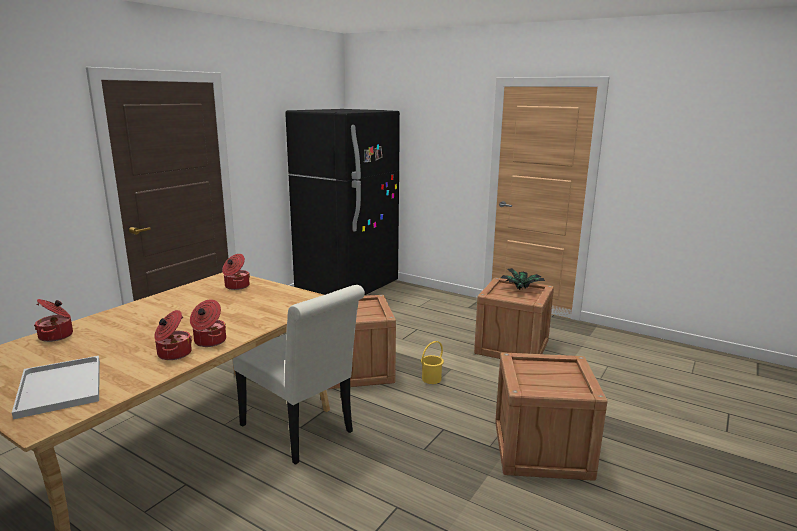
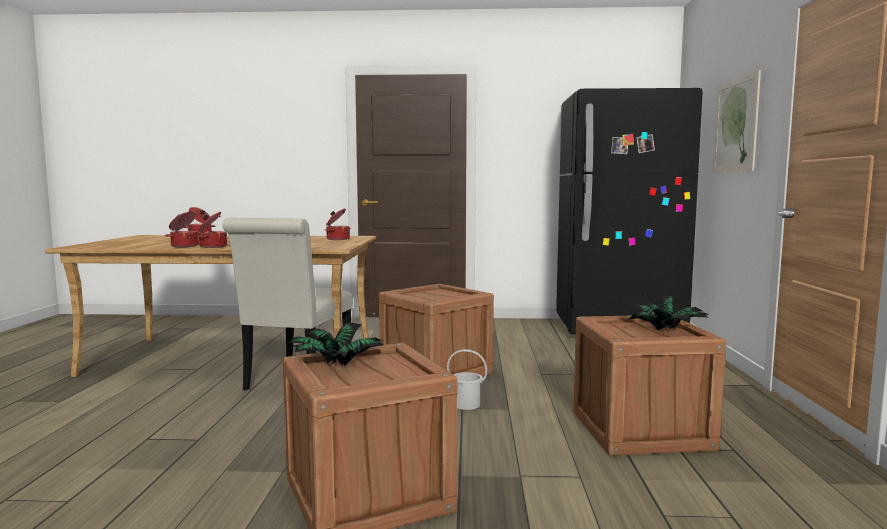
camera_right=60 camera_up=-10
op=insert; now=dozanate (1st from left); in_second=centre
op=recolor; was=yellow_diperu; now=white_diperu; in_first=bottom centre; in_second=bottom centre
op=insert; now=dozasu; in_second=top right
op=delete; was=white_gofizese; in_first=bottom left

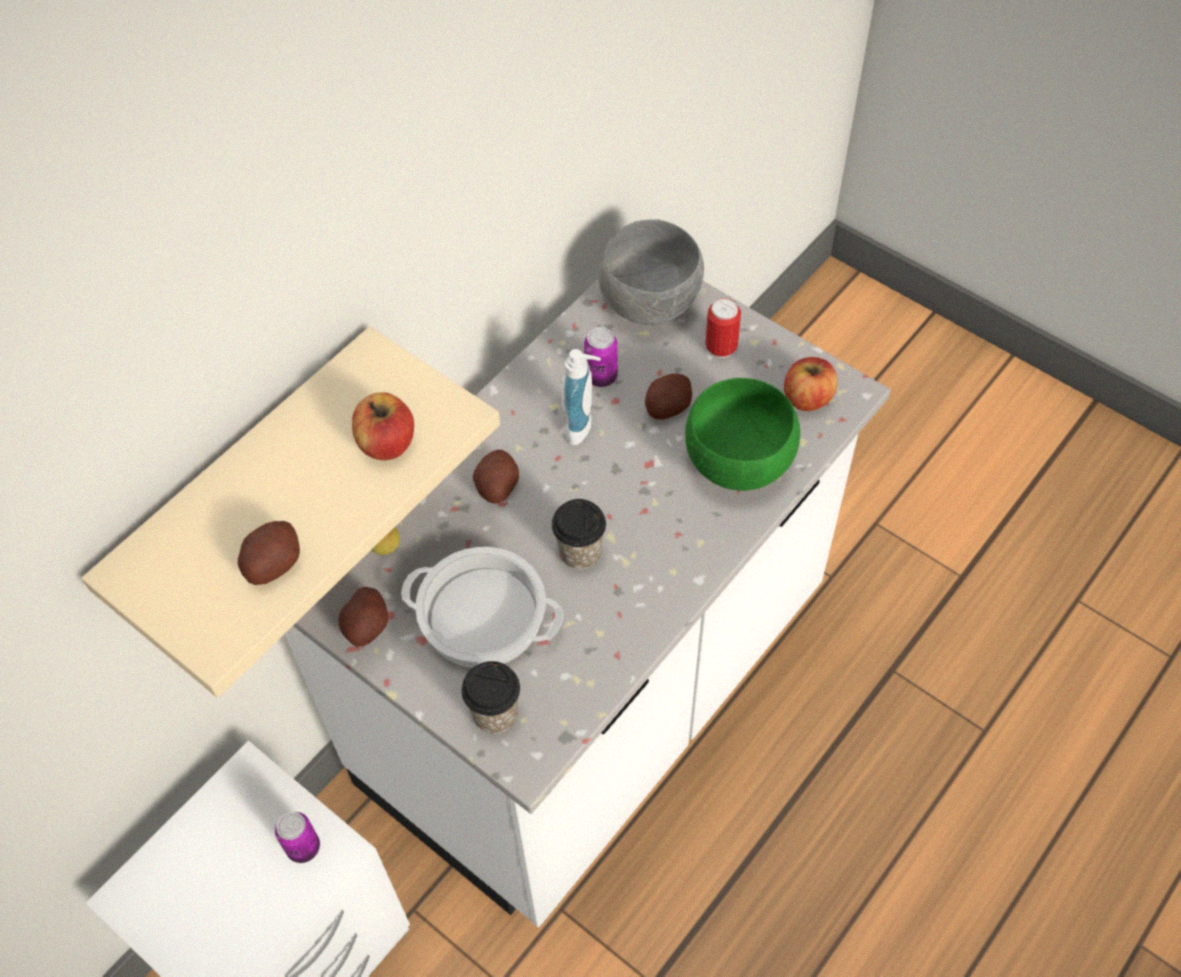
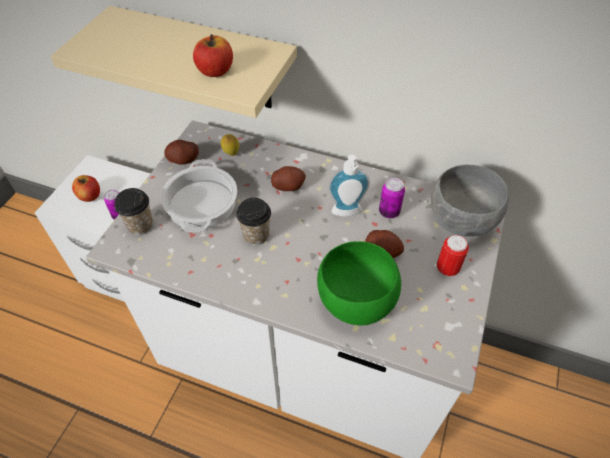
camera_right=70 camera_up=-5
op=move; was=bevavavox (2nd from left in the first image); now=bevavavox (1st from left); in_first=middle right; in_second=middle left
op=delete; was=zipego (1st from left); in_first=middle left

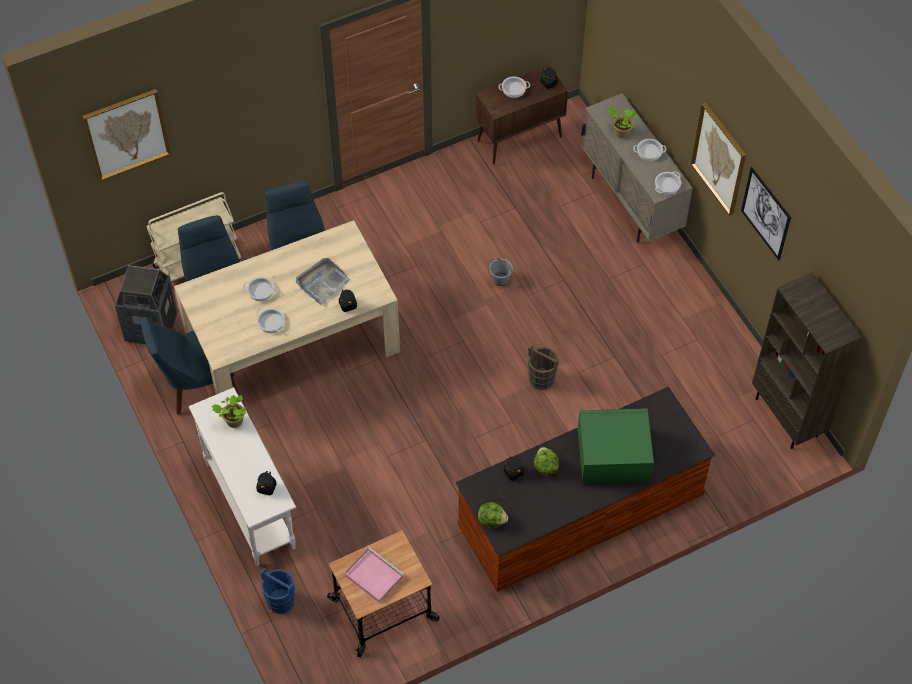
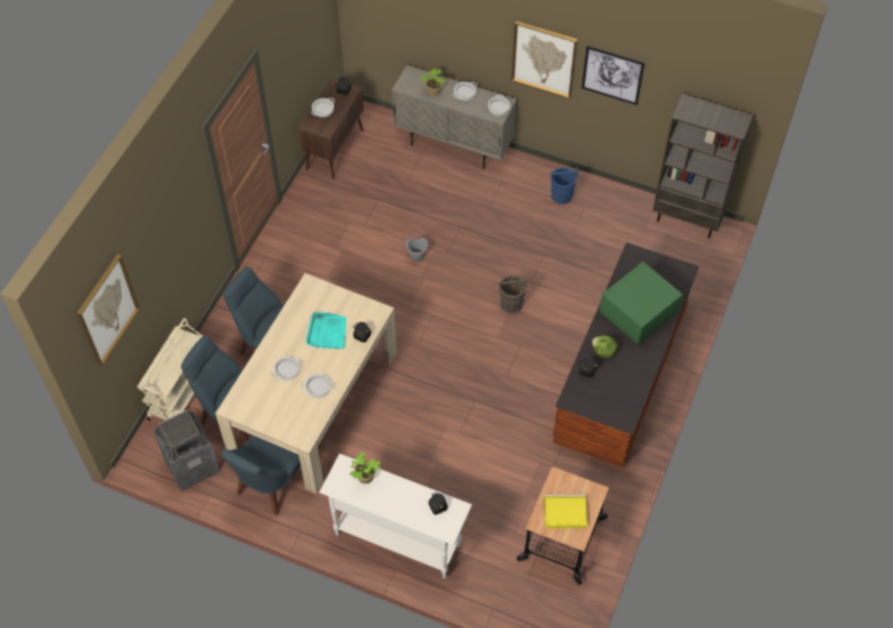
camera_right=-40 camera_up=0
op=recolor; was=grey_gofizese; now=turquoise_gofizese; in_first=centre; in_second=centre
op=recolor; was=pink_gofizese; now=yellow_gofizese; in_first=bottom centre; in_second=bottom centre
op=move; was=blue_diperu; in_first=bottom left; in_second=top centre
op=delete; was=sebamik (1st from left); in_first=bottom centre

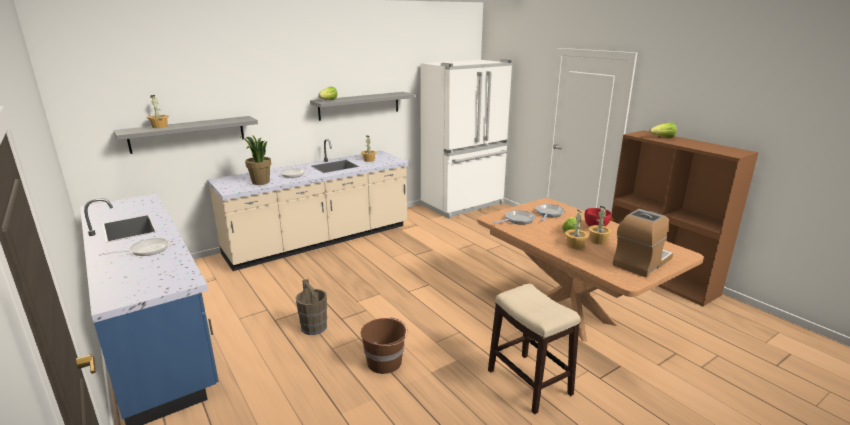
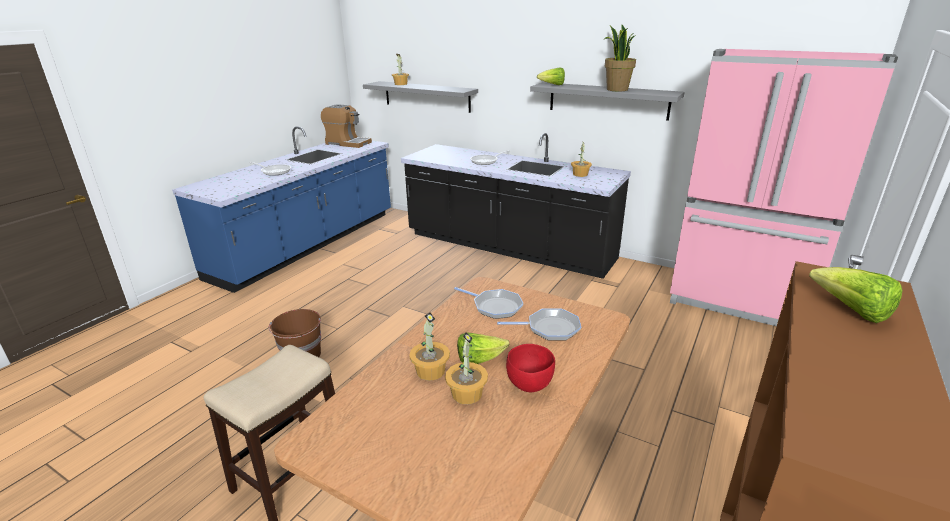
camera_right=65 camera_up=5
op=move; was=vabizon; in_first=middle right; in_second=top centre
op=recolor; was=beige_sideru; now=black_sideru; in_first=centre; in_second=centre
op=move; was=dozanate (2nd from left in the first image); now=dozanate (5th from left); in_first=middle left; in_second=top centre
op=recolor; was=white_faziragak; now=pink_faziragak; in_first=top centre; in_second=middle right
op=delete; was=brown_diperu (1st from left); in_first=bottom centre

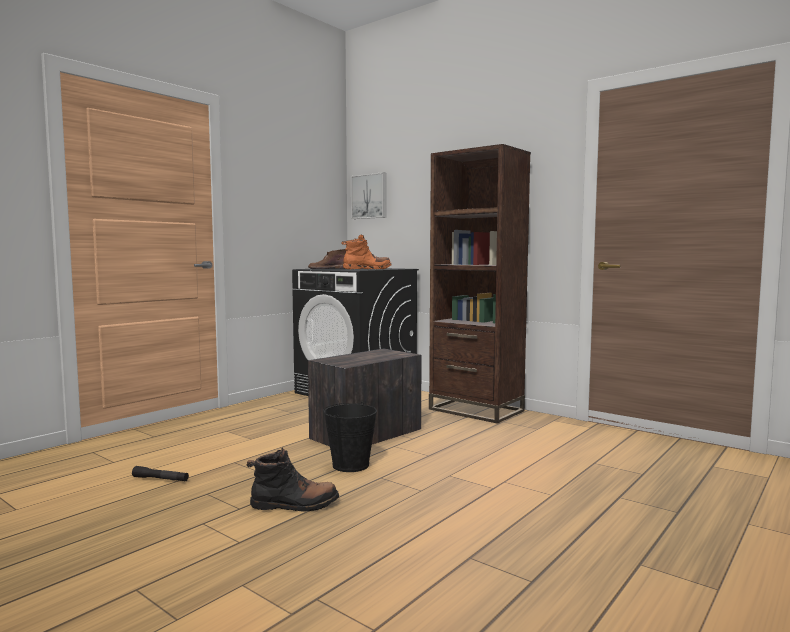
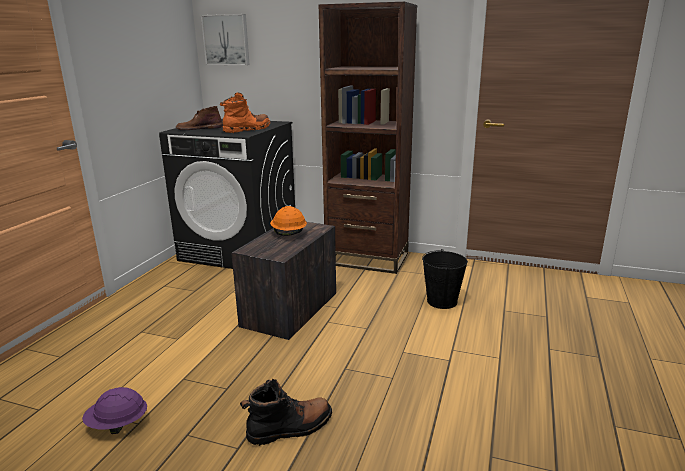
camera_right=-20 camera_up=15
op=replace; was=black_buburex; now=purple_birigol; in_first=bottom left; in_second=bottom left
op=insert; now=orange_birigol; in_second=centre
op=move; was=black_diperu; in_first=bottom centre; in_second=centre

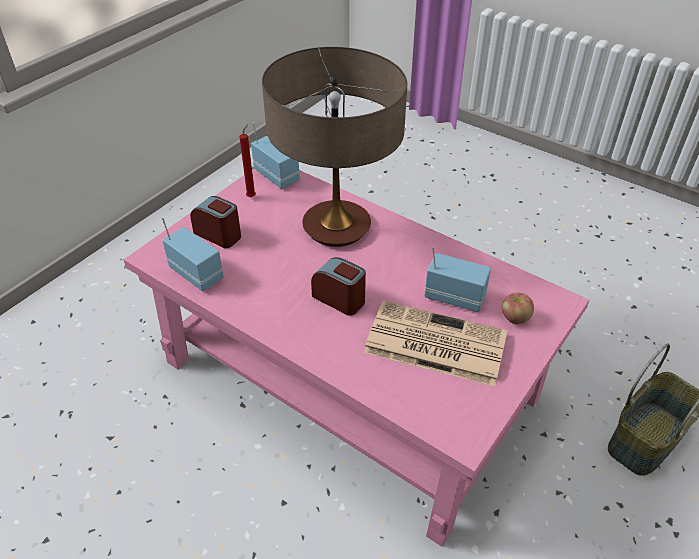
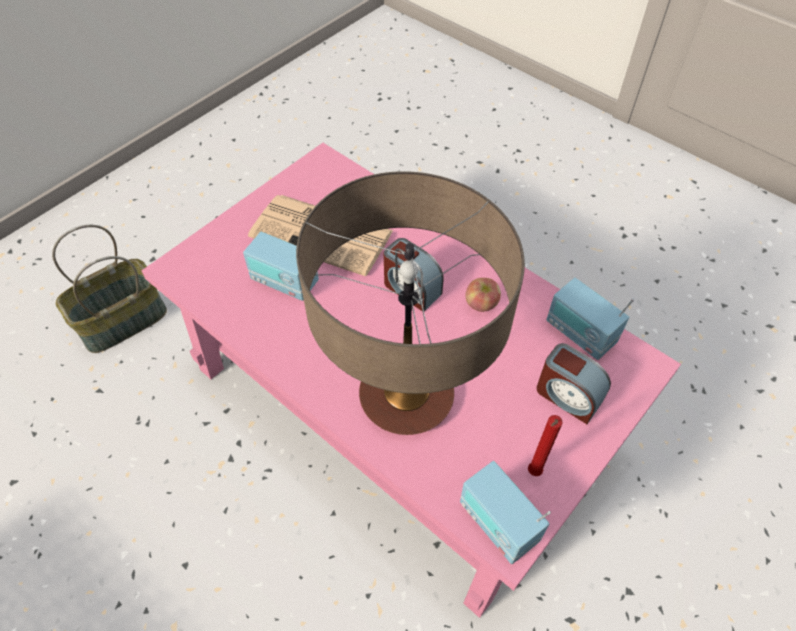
camera_right=-175 camera_up=10
op=move; was=bevavavox; in_first=middle right; in_second=centre

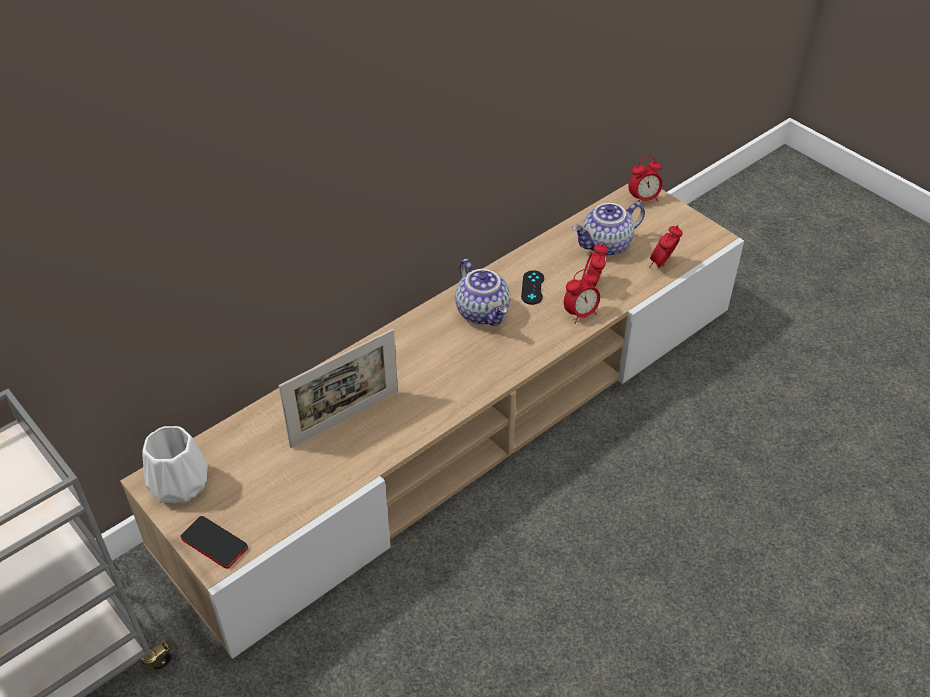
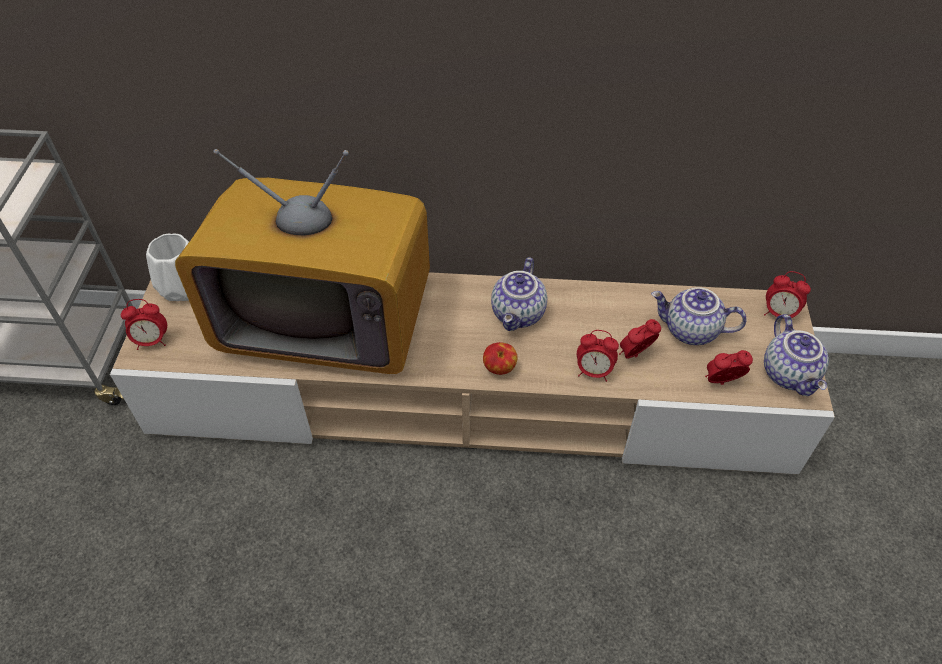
camera_right=45 camera_up=5
op=replace; was=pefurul; now=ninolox (1st from left); in_first=bottom left; in_second=middle left
op=replace; was=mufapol; now=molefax; in_first=centre; in_second=middle left
op=insert; now=bevavavox; in_second=centre
op=insert; now=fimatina (3rd from left); in_second=middle right
op=delete; was=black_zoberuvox; in_first=centre

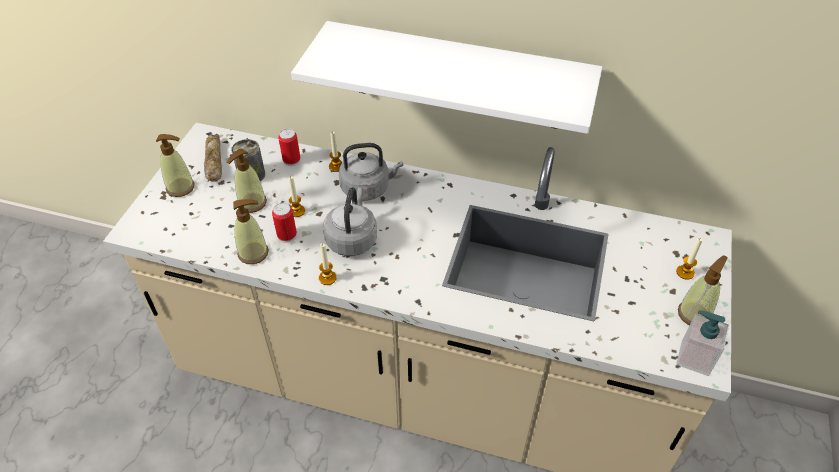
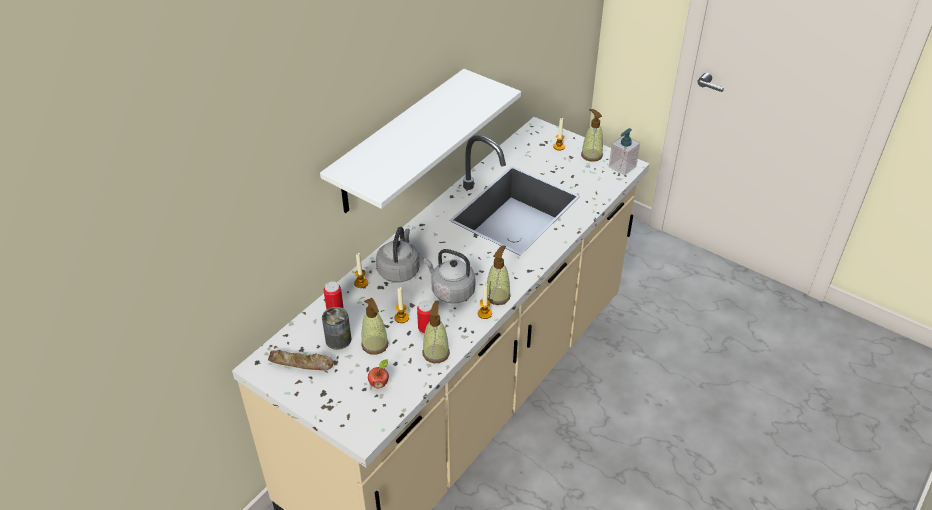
camera_right=-70 camera_up=-5
op=insert; now=bevavavox; in_second=bottom centre
op=move; was=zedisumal (1st from left in the first image); now=zedisumal (3rd from left); in_first=middle left; in_second=centre

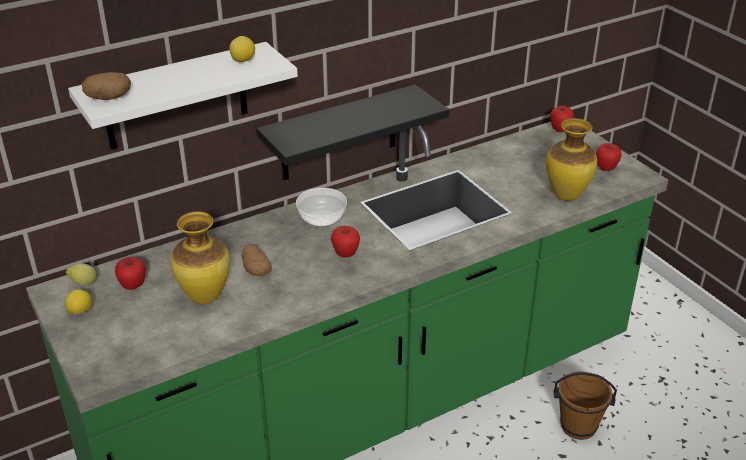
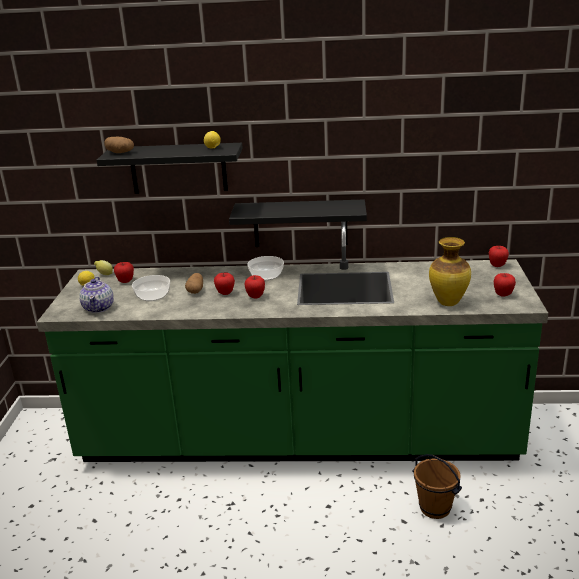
camera_right=35 camera_up=-10
op=insert; now=fimatina; in_second=middle left
op=recolor; was=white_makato; now=black_makato (1st from left); in_first=top left; in_second=top left
op=replace; was=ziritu (1st from left); now=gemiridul (1st from left); in_first=middle left; in_second=middle left
op=insert; now=bevavavox (2nd from left); in_second=centre

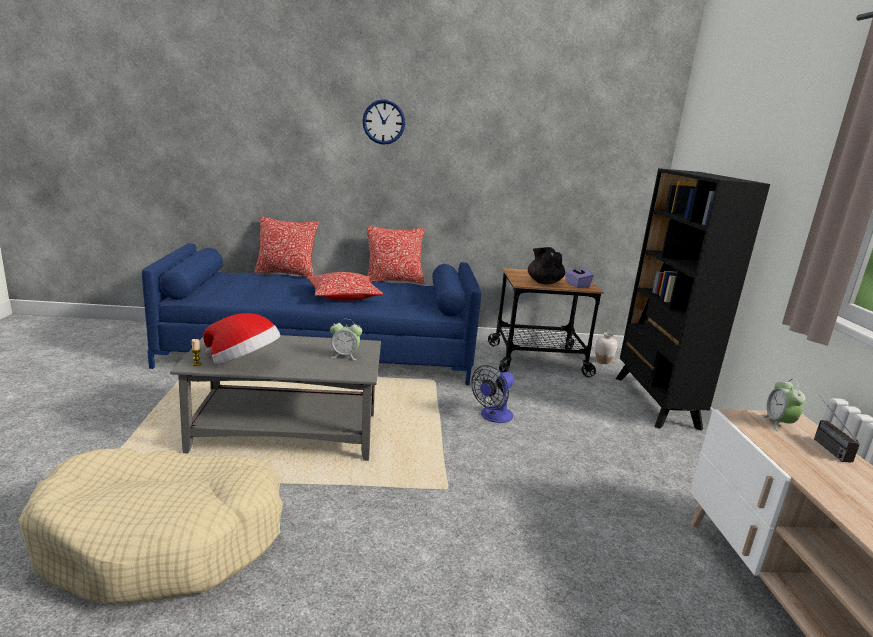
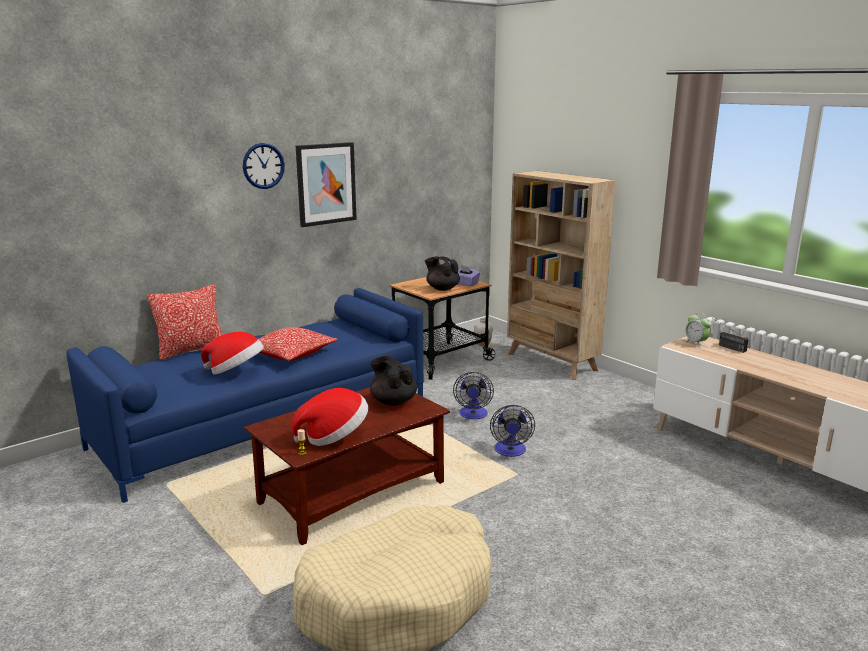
camera_right=-35 camera_up=0
op=insert; now=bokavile (1st from left); in_second=middle left
op=recolor; was=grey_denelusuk; now=brown_denelusuk; in_first=middle left; in_second=bottom centre
op=insert; now=dozasu; in_second=top centre
op=replace; was=ninolox (1st from left); now=black_fimatina (1st from left); in_first=centre; in_second=centre
op=insert; now=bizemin (2nd from left); in_second=centre
op=recolor; was=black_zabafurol; now=beige_zabafurol; in_first=middle right; in_second=centre
op=delete; was=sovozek (3rd from left); in_first=centre

